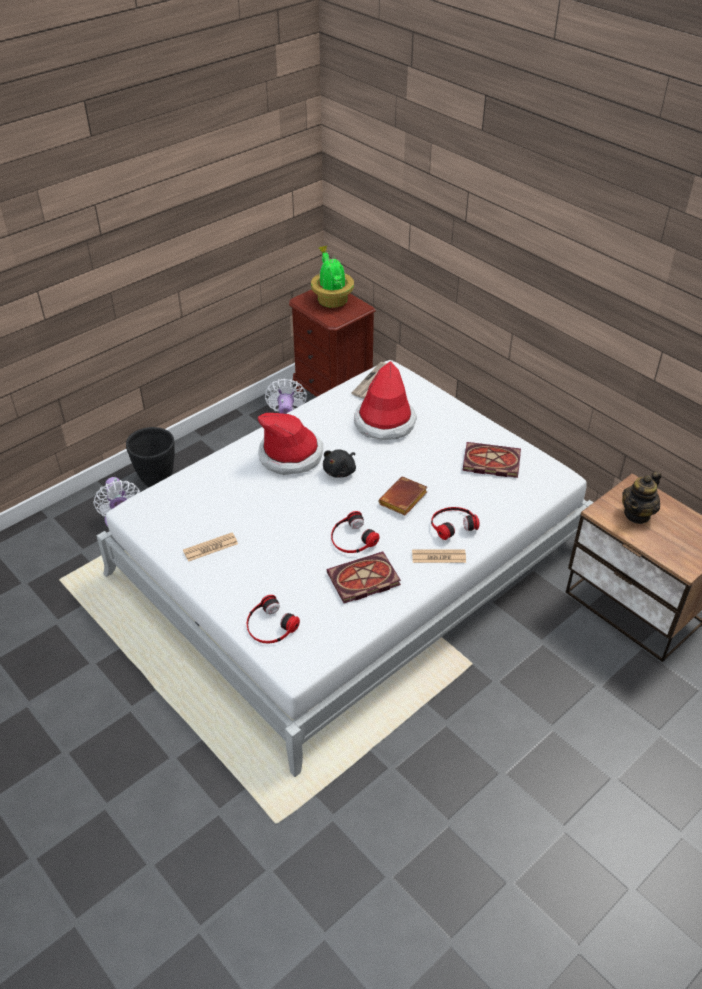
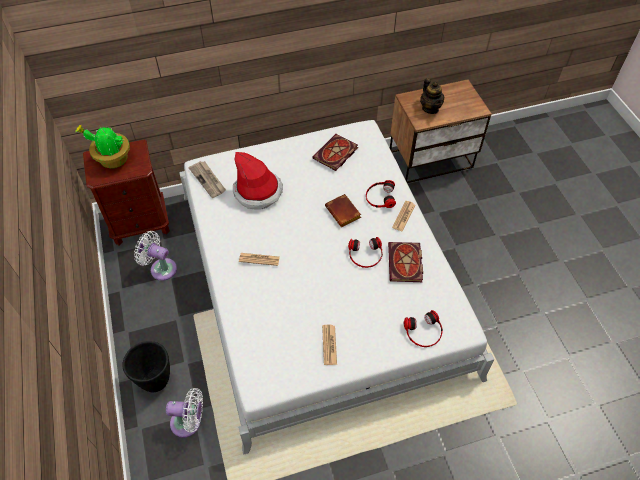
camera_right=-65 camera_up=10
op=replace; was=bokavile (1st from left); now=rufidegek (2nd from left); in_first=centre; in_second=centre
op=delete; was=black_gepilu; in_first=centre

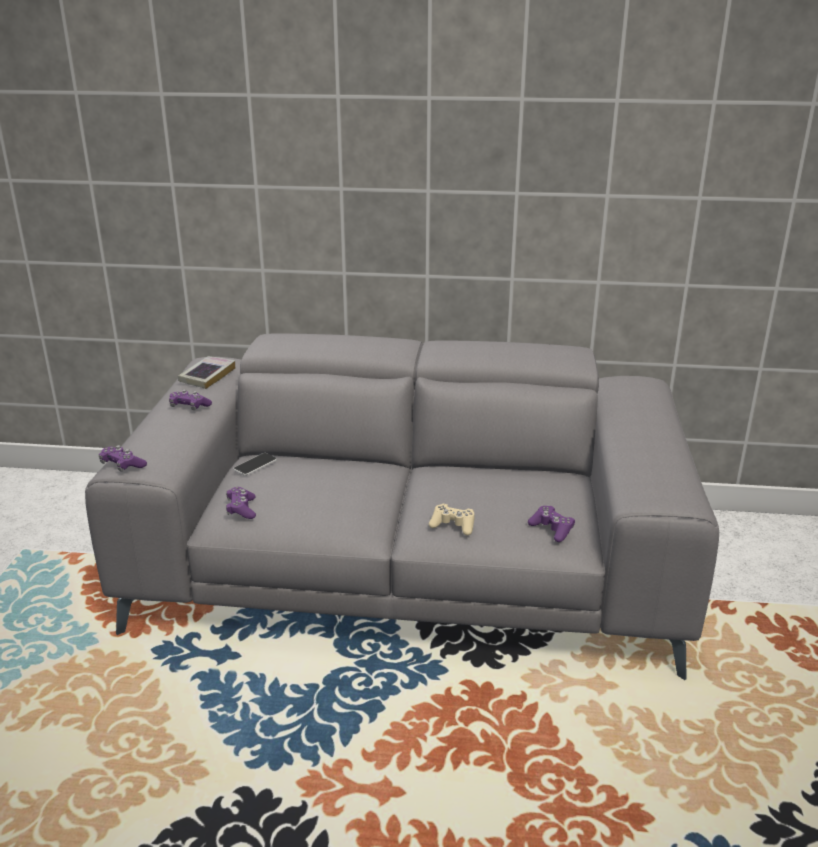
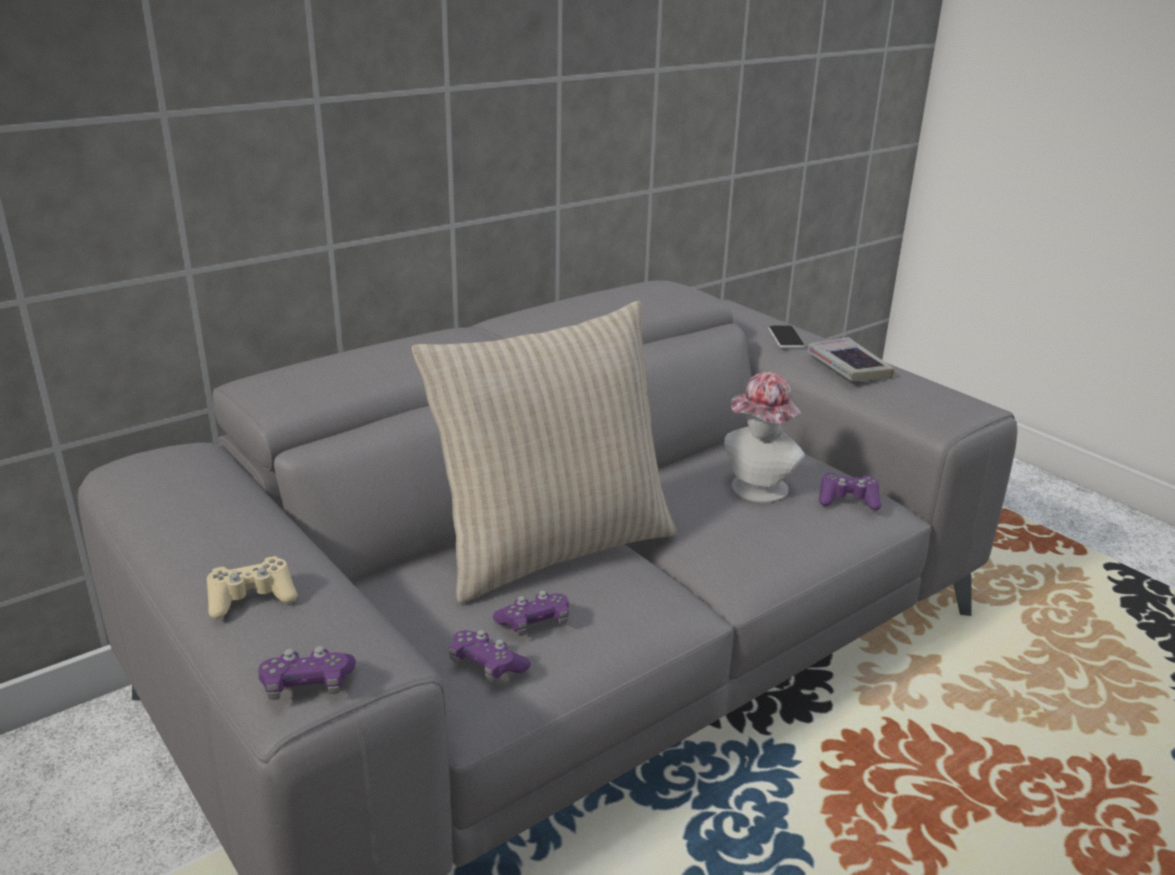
camera_right=-45 camera_up=0
op=move; was=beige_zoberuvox; in_first=centre; in_second=bottom left
op=insert; now=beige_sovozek; in_second=centre
op=move; was=purple_zoberuvox (2nd from left in the first image); now=purple_zoberuvox (3rd from left); in_first=middle left; in_second=bottom centre
op=insert; now=bokavile; in_second=centre
op=move; was=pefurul; in_first=middle left; in_second=middle right
op=move; was=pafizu; in_first=middle left; in_second=middle right

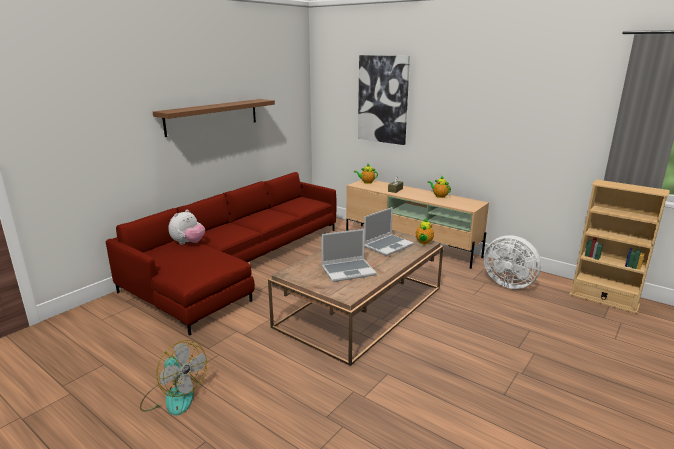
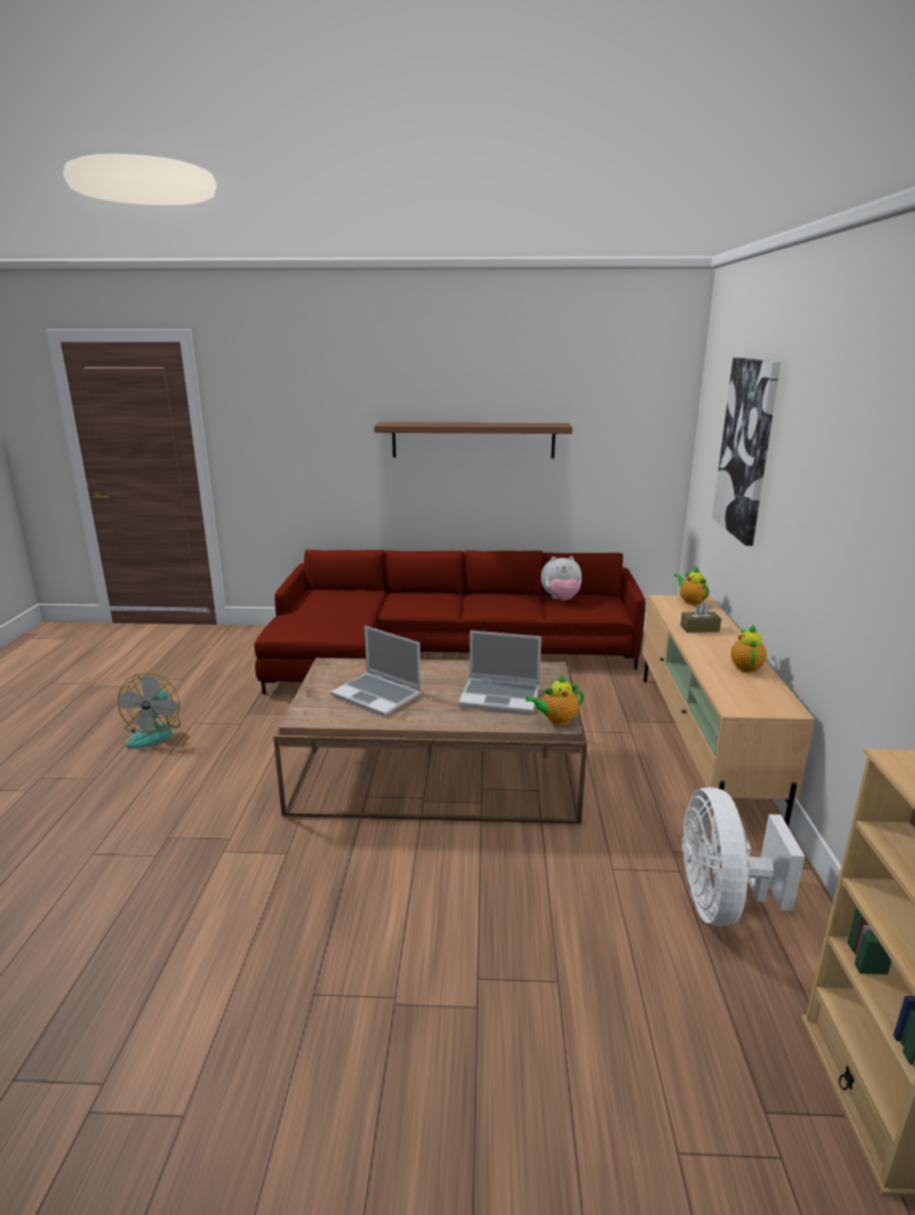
camera_right=55 camera_up=0
op=move; was=gepilu; in_first=middle left; in_second=centre

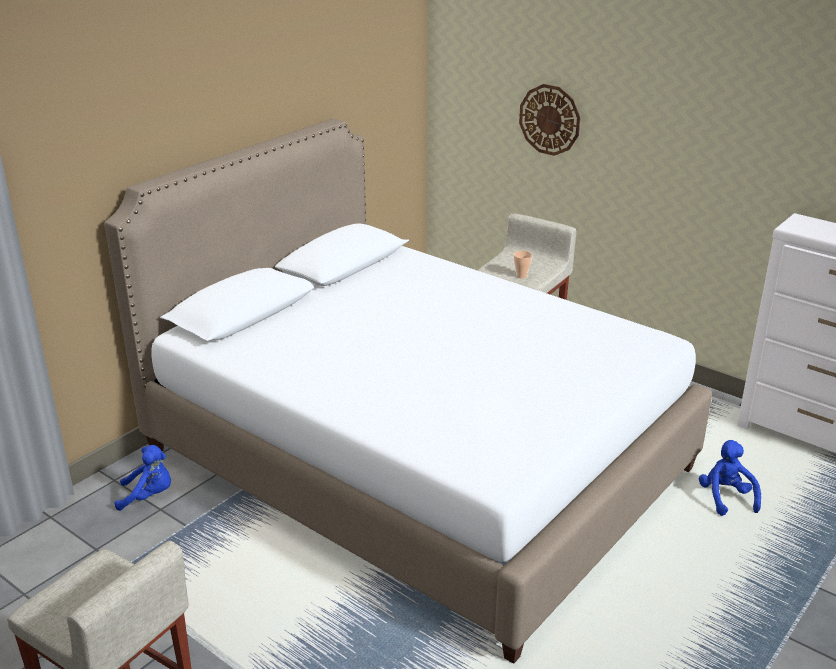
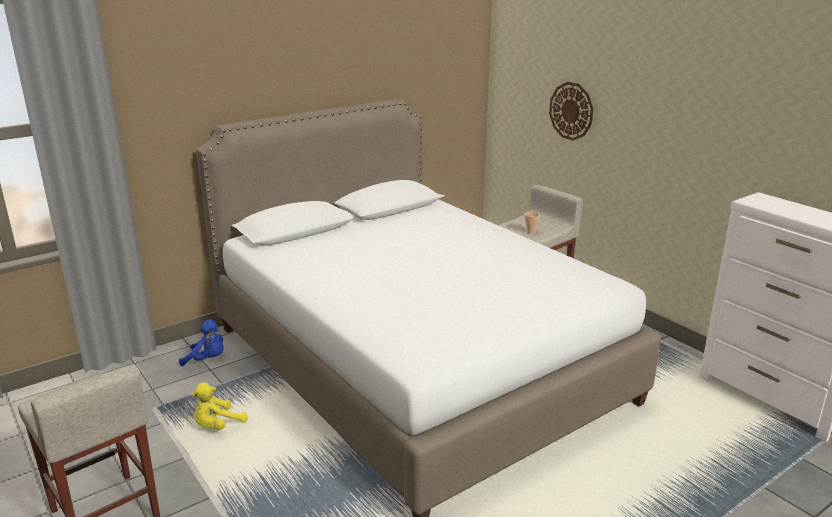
camera_right=15 camera_up=-5
op=insert; now=yellow_gepilu; in_second=bottom left
op=delete; was=blue_gepilu (2nd from left); in_first=bottom right

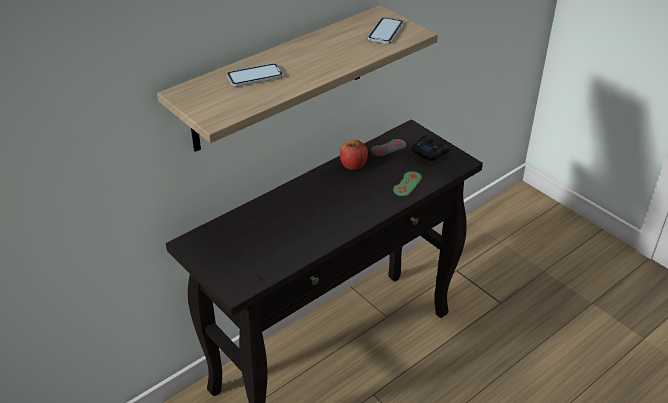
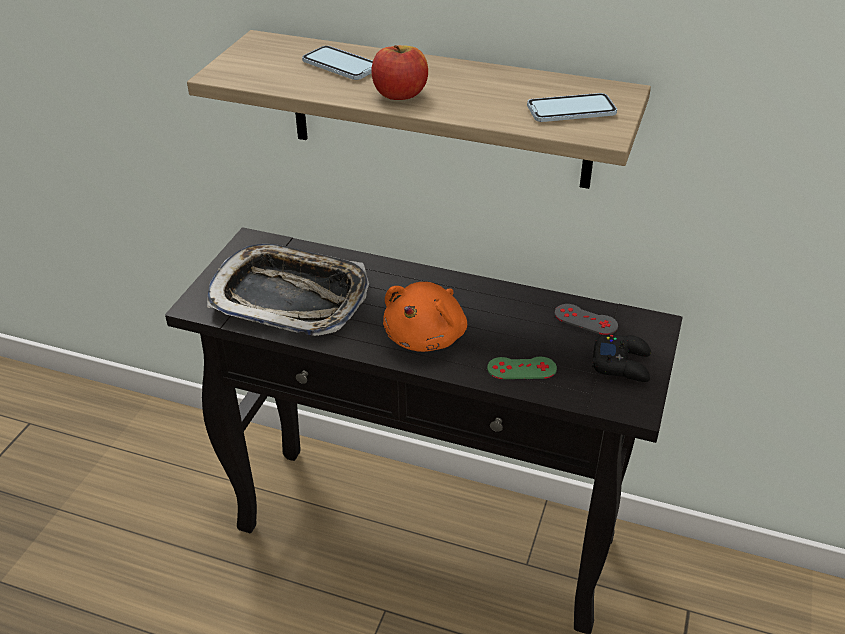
camera_right=60 camera_up=0
op=insert; now=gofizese; in_second=centre
op=move; was=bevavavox; in_first=centre; in_second=top centre
op=insert; now=orange_gepilu; in_second=centre

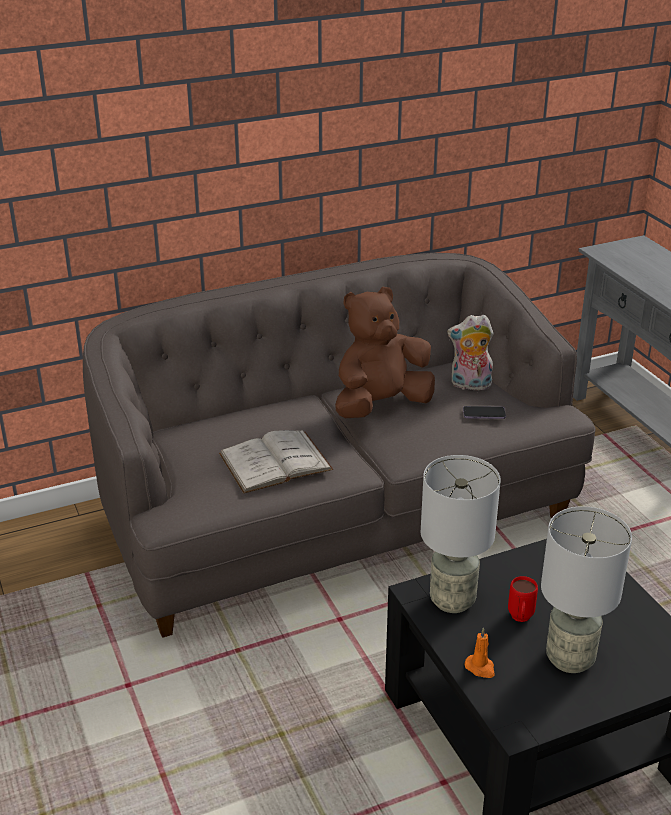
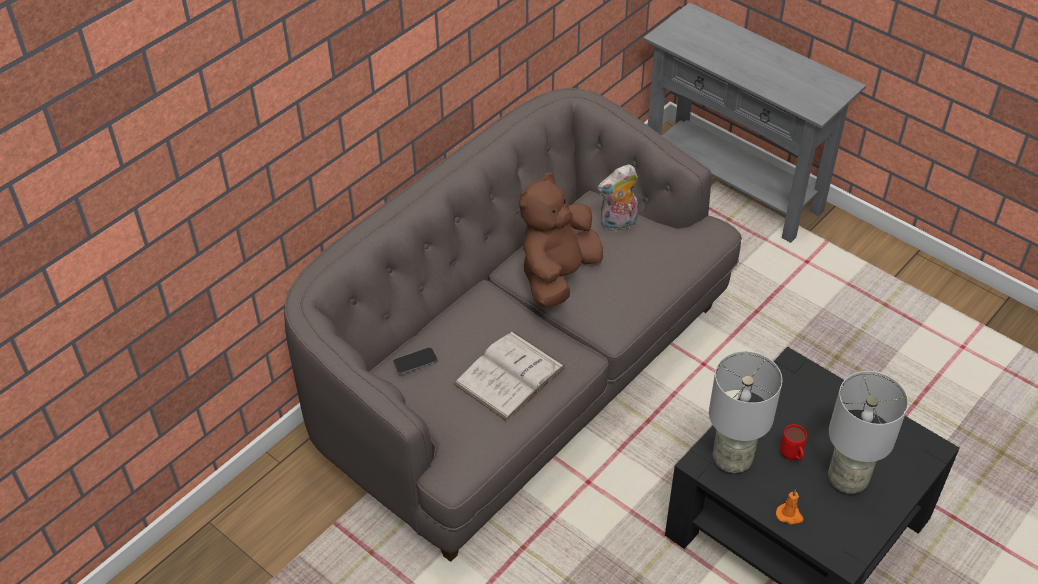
camera_right=-25 camera_up=15
op=move; was=pefurul; in_first=middle right; in_second=centre

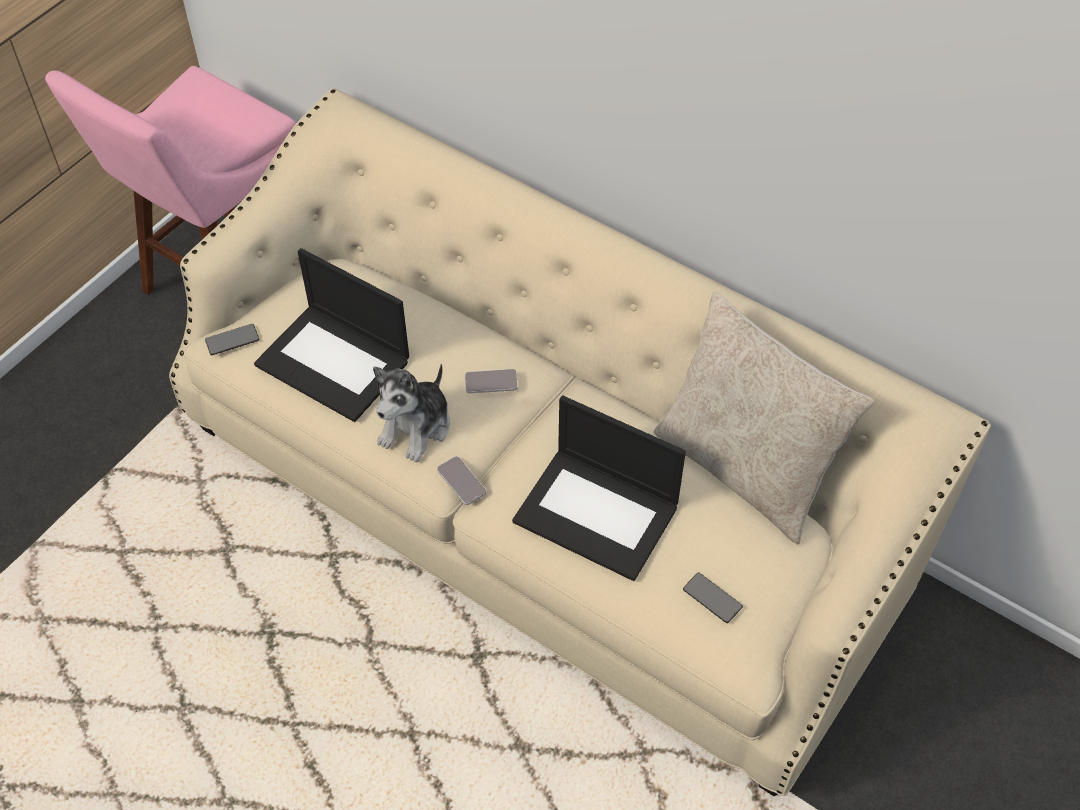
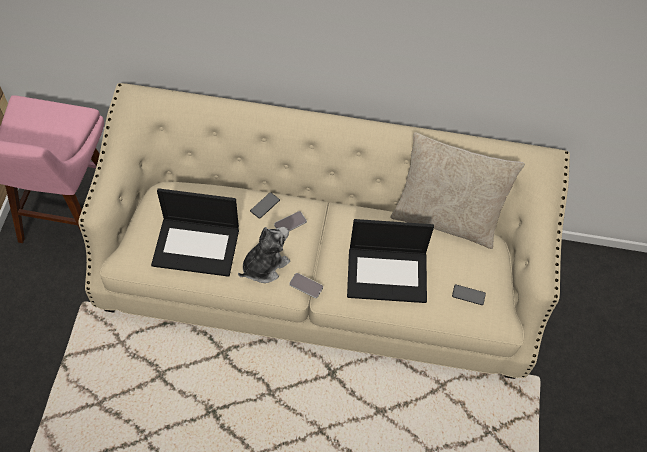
camera_right=-30 camera_up=5
op=rotate; was=gepilu; in_first=centre; in_second=centre; clockwise=-135
op=move; was=pefurul (1st from left); in_first=middle left; in_second=centre

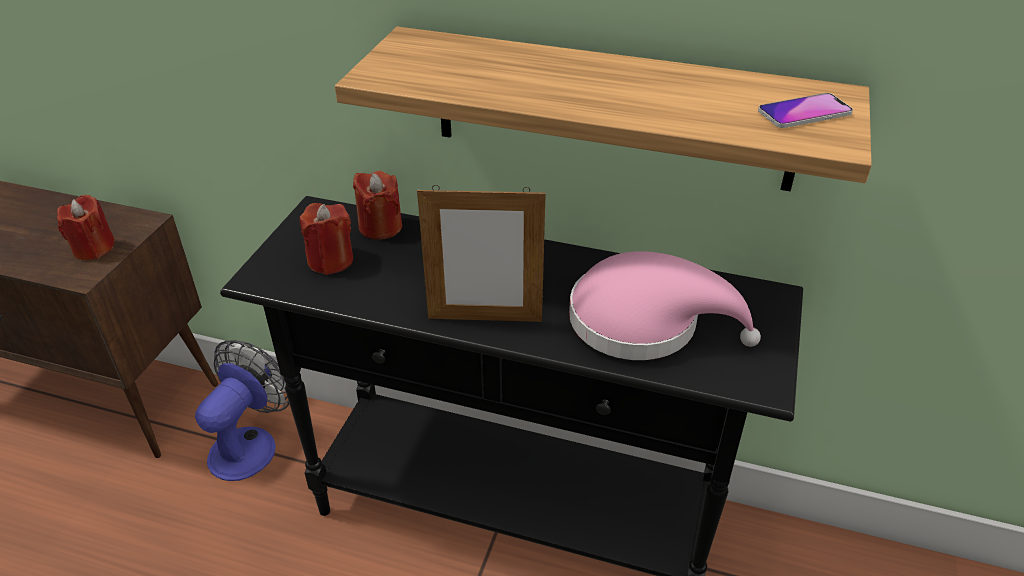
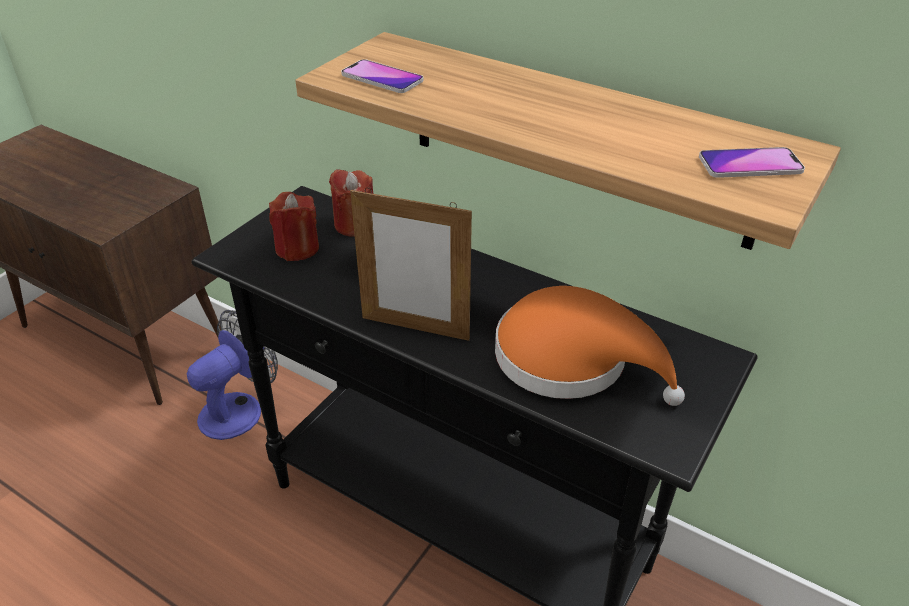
camera_right=15 camera_up=0
op=insert; now=pefurul (1st from left); in_second=top centre
op=recolor; was=pink_bokavile; now=orange_bokavile; in_first=centre; in_second=centre
op=delete; was=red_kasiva (1st from left); in_first=middle left

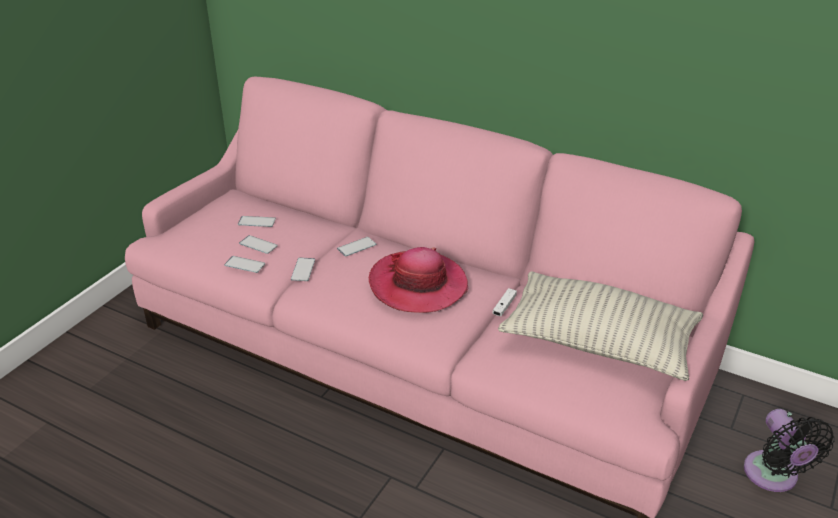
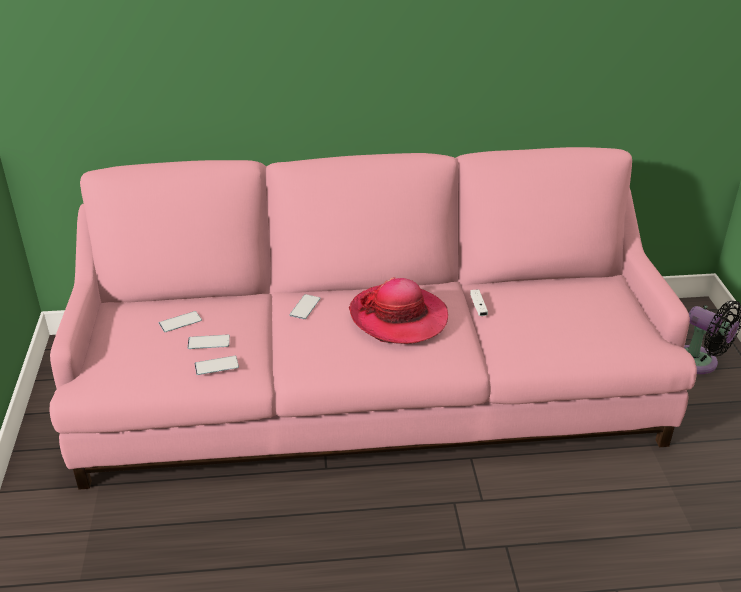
camera_right=-35 camera_up=0
op=delete; was=pefurul (4th from left); in_first=centre
op=delete; was=sovozek; in_first=middle right

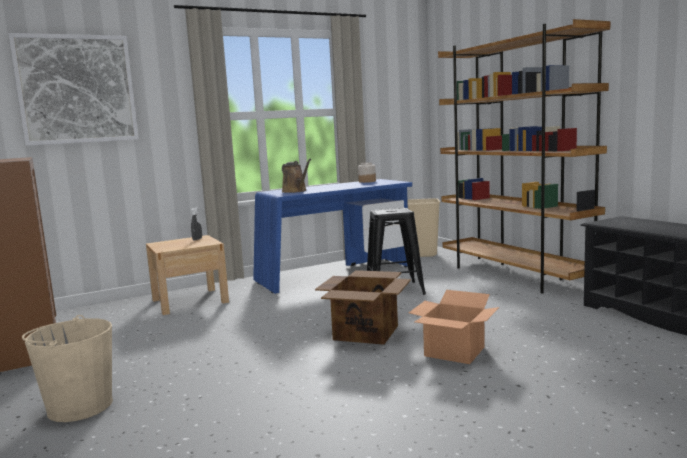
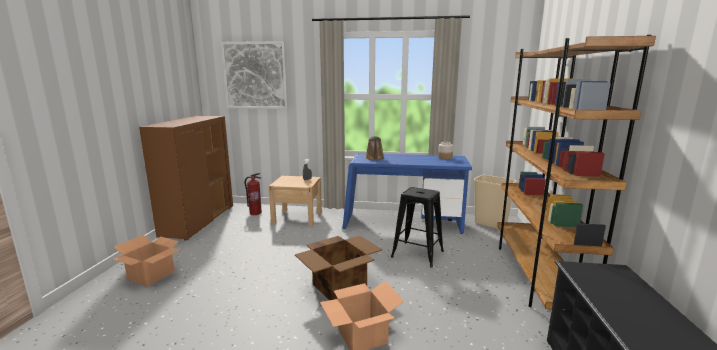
camera_right=35 camera_up=5
op=replace; was=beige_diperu; now=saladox (1st from left); in_first=bottom left; in_second=bottom left
op=insert; now=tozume; in_second=centre

